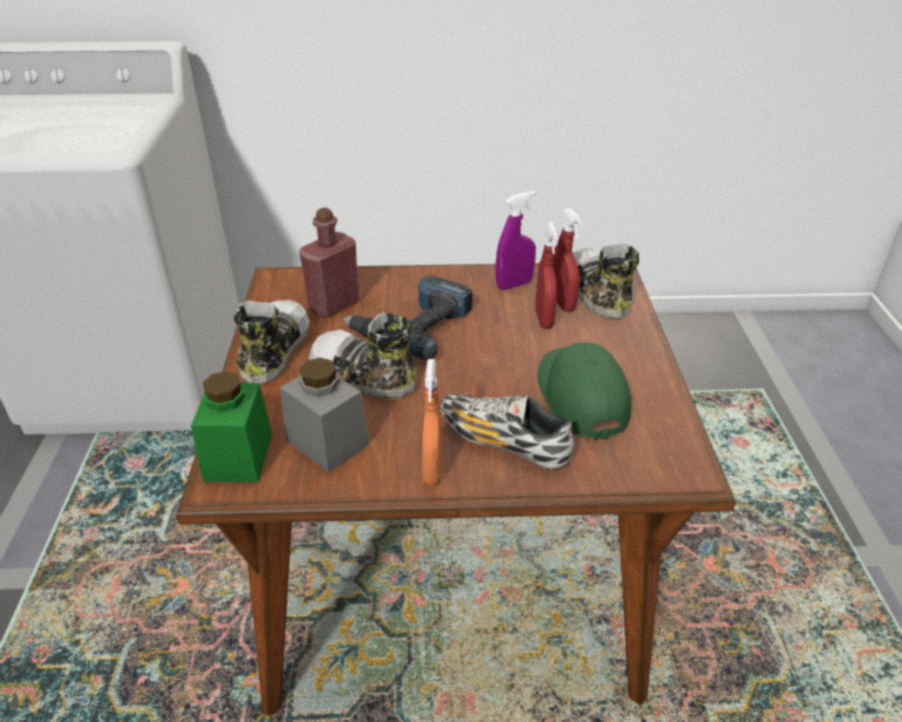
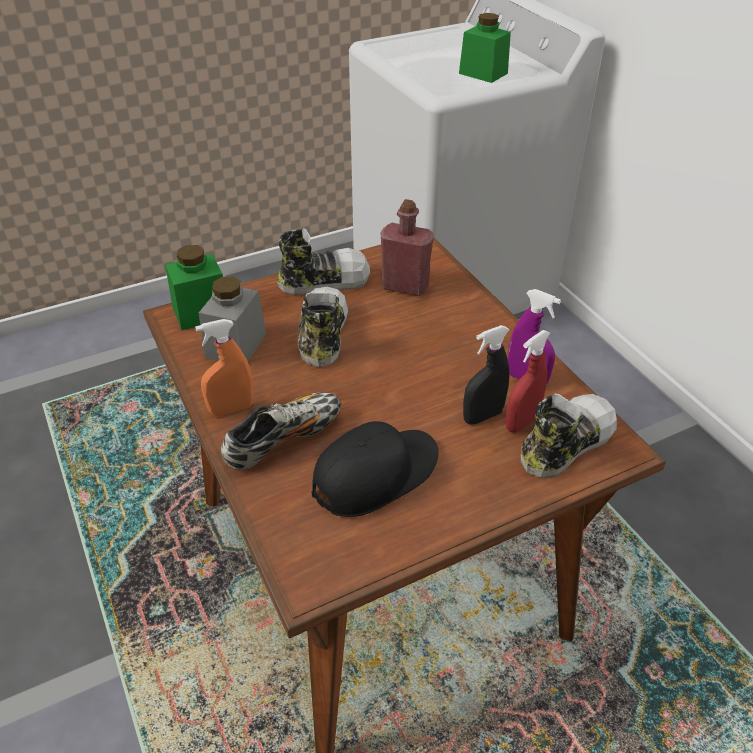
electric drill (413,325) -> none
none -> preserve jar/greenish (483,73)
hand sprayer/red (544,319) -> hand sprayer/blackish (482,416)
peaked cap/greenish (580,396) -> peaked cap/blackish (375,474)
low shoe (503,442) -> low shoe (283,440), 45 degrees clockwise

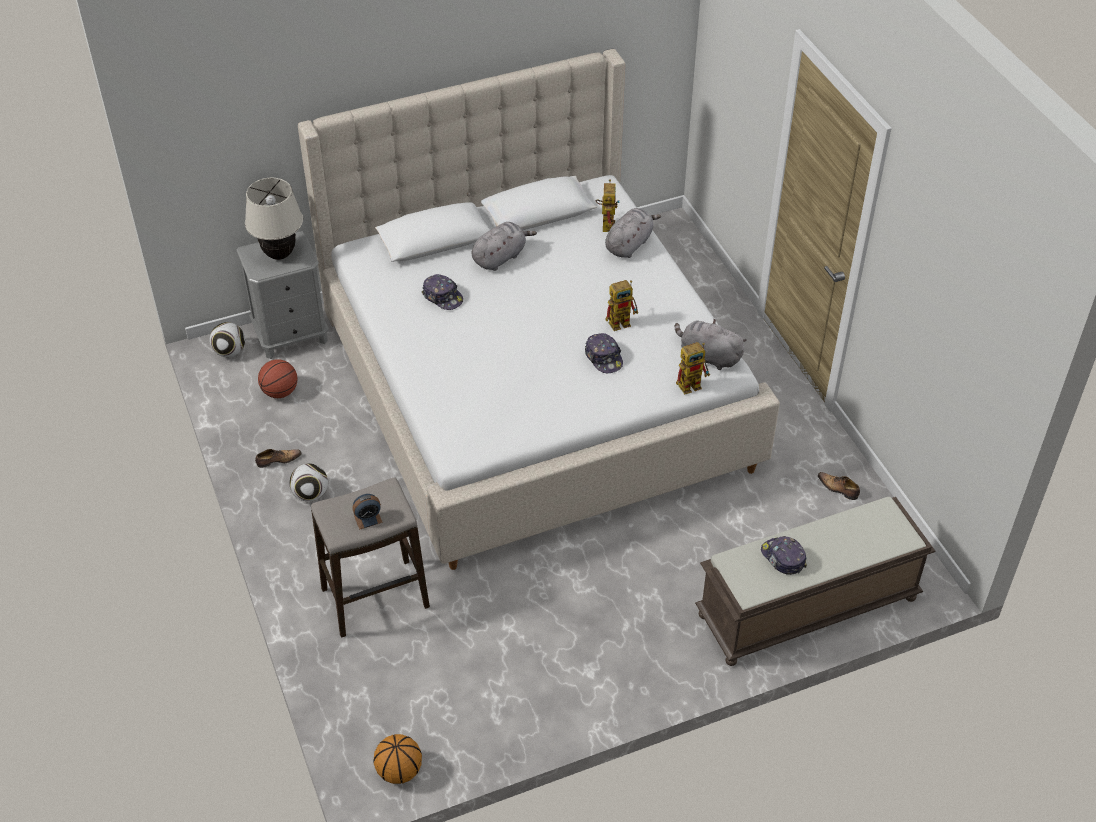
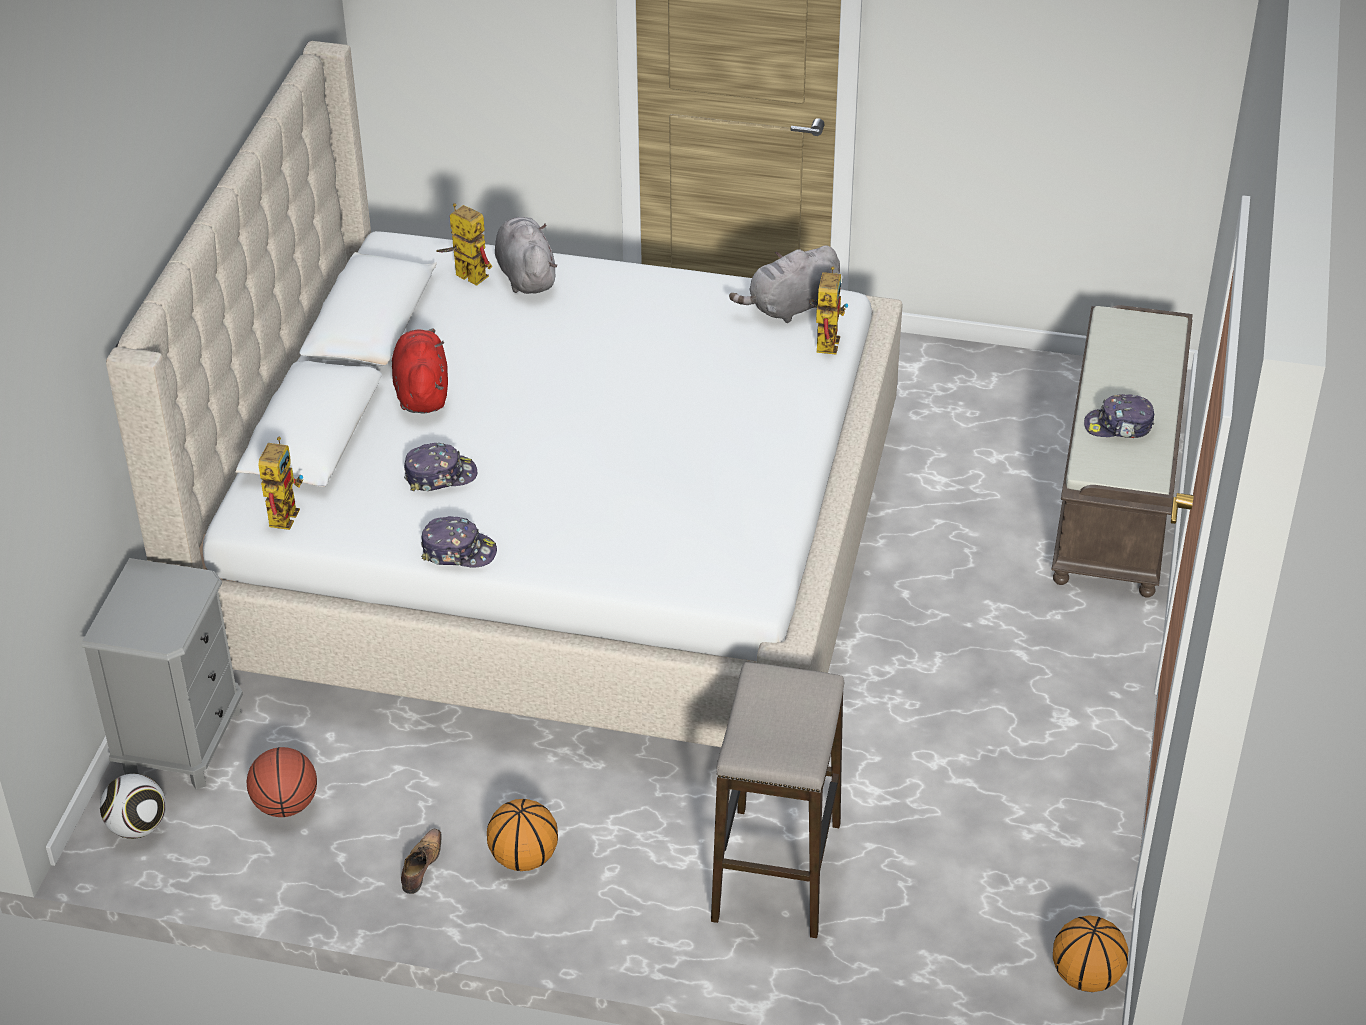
tabletop lamp/beige (279,255) -> none
table clock (368,519) -> none
low shoe (838,488) -> none
peaked cap (604,358) -> peaked cap (458,551), move
model robot (623,321) -> model robot (283,512), move
football (310,494) -> ball for basketball (523,858)
cuddly toy/greyish (500,257) -> cuddly toy/red (422,391)

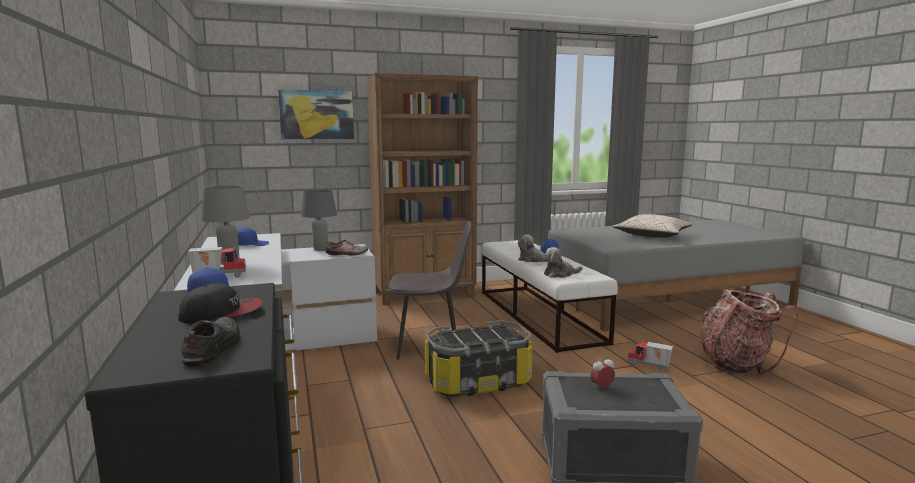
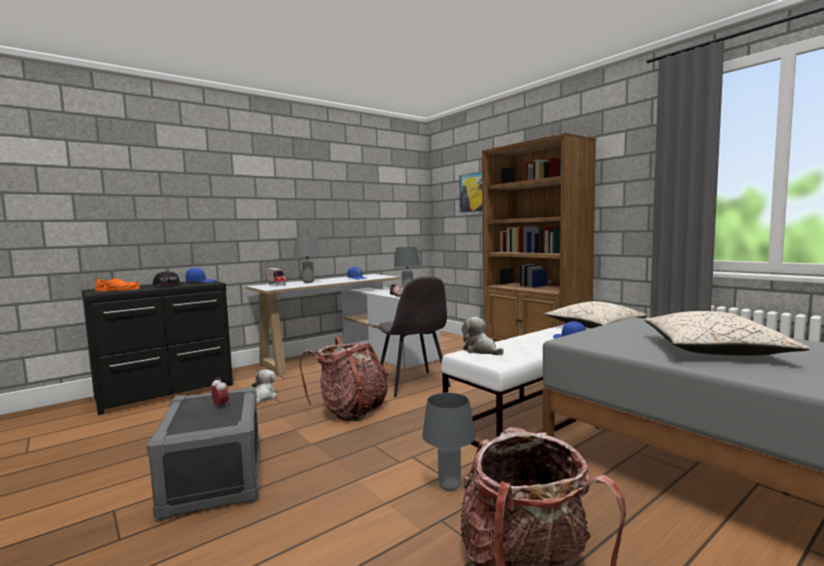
none -> throw pillow/beige (595,326)
cuddly toy (533,260) -> cuddly toy (263,397), move
storage bin (478,382) -> rucksack (350,410)
model truck (648,366) -> tabletop lamp/greyish (449,486)
low shoe/blackish (213,347) -> low shoe/orange-coloured (118,290)

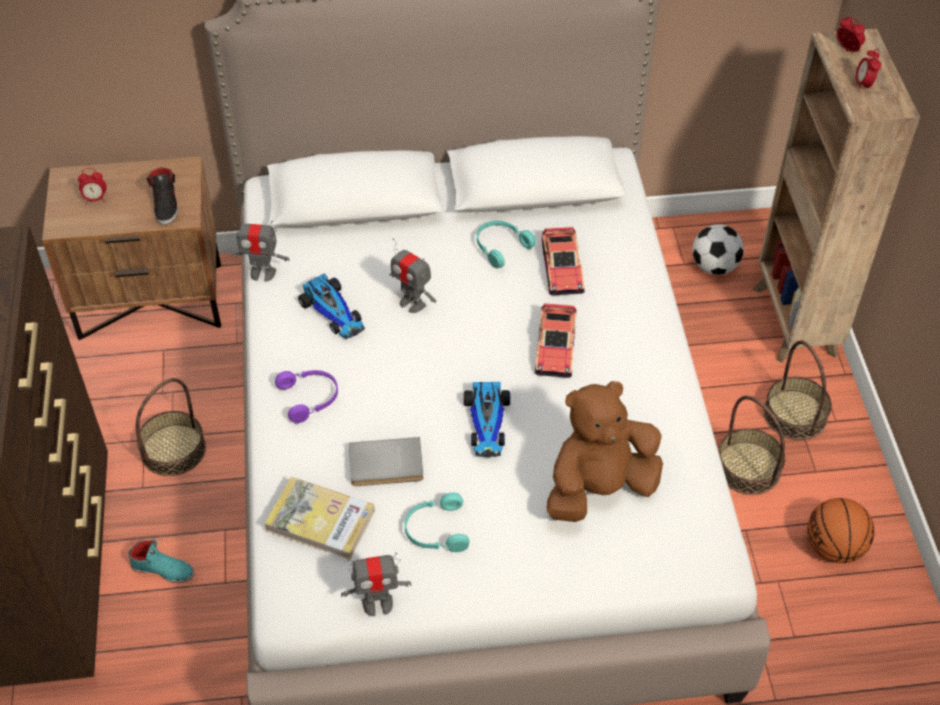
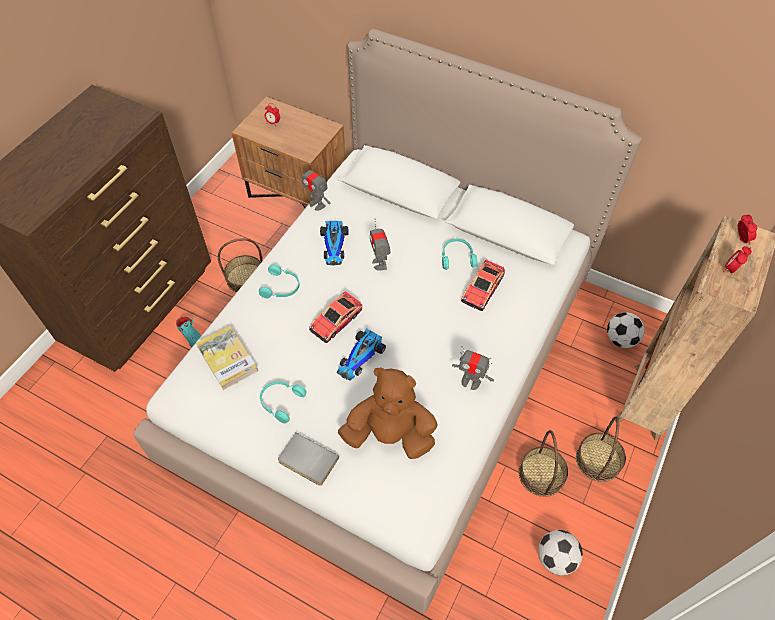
low shoe/blackish (166,204) -> none
model robot (377,604) -> model robot (470,381), move
volume/greyish (386,466) -> volume/greyish (307,461), move
model car (555,347) -> model car (335,321), move
ball for basketball (834,547) -> football (556,558)
headphones/purplish (310,398) -> headphones/blue-green (281,287)

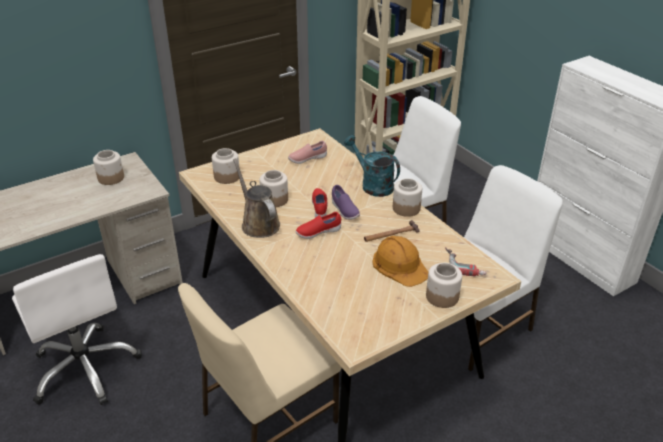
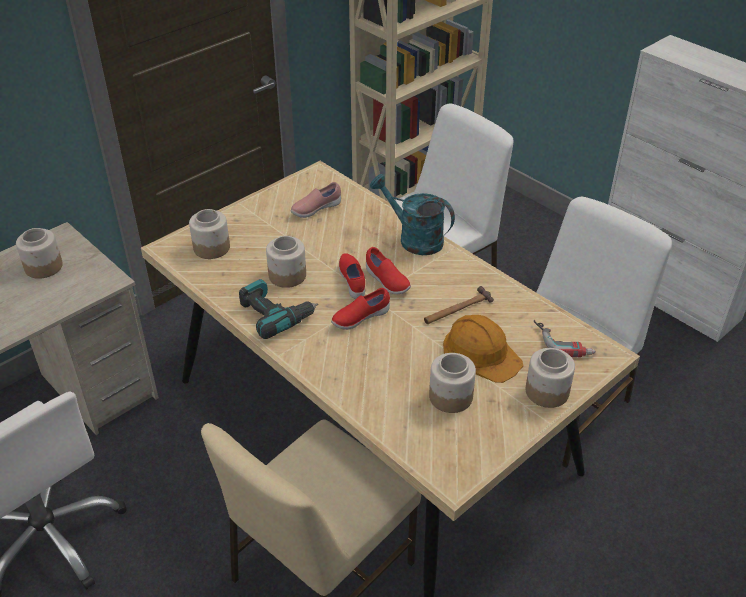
preserve jar (406,208) -> preserve jar (450,396), move
watering can/brown (258,223) -> electric drill (275,314)
low shoe/purplish (344,211) -> low shoe/red (386,281)

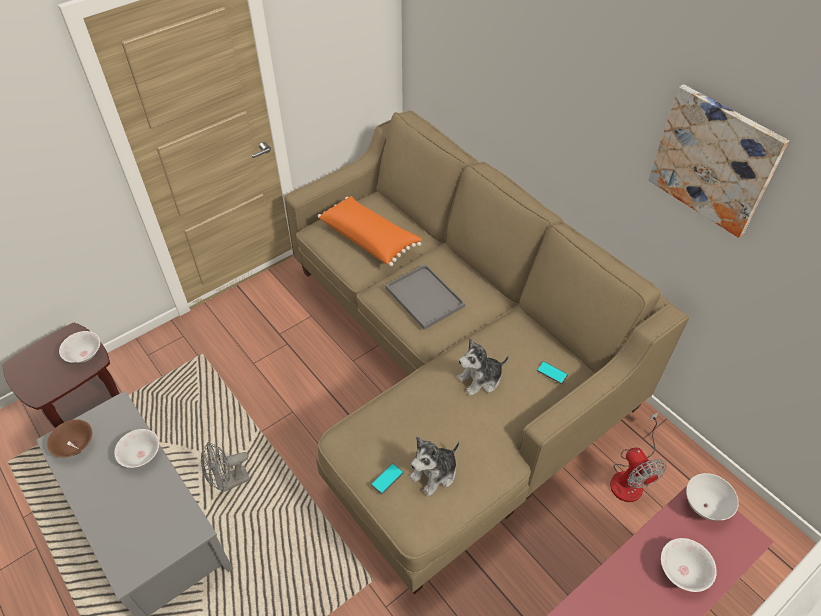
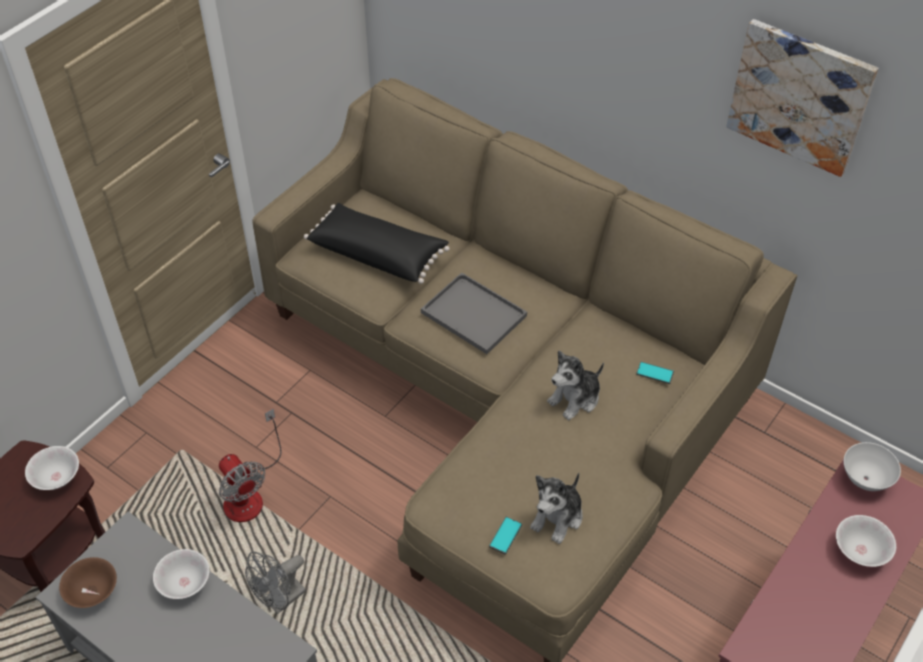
cooling fan (630,477) -> cooling fan (249,493), move
throw pillow/orange-coloured (370,238) -> throw pillow/blackish (378,253)

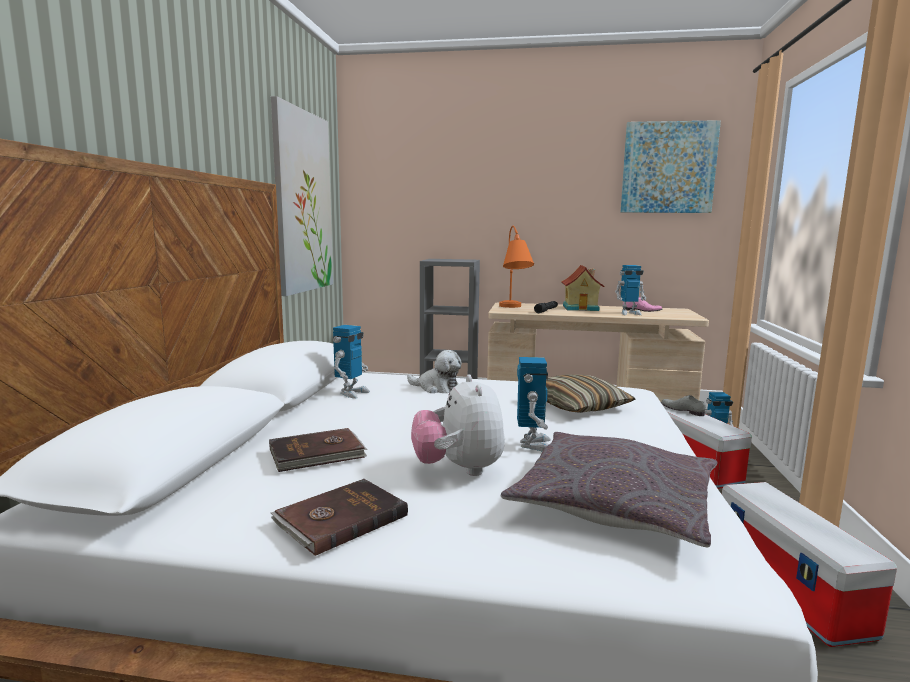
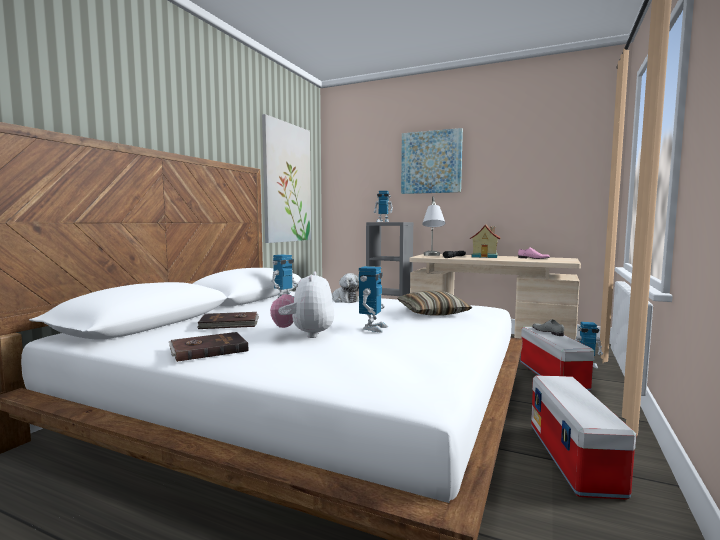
throw pillow/greyish (614,503) -> none
model robot (629,313) -> model robot (383,222), move
picture (668,168) -> picture (431,162), move
tabletop lamp/orange-coloured (513,308) -> tabletop lamp/greyish (432,256)

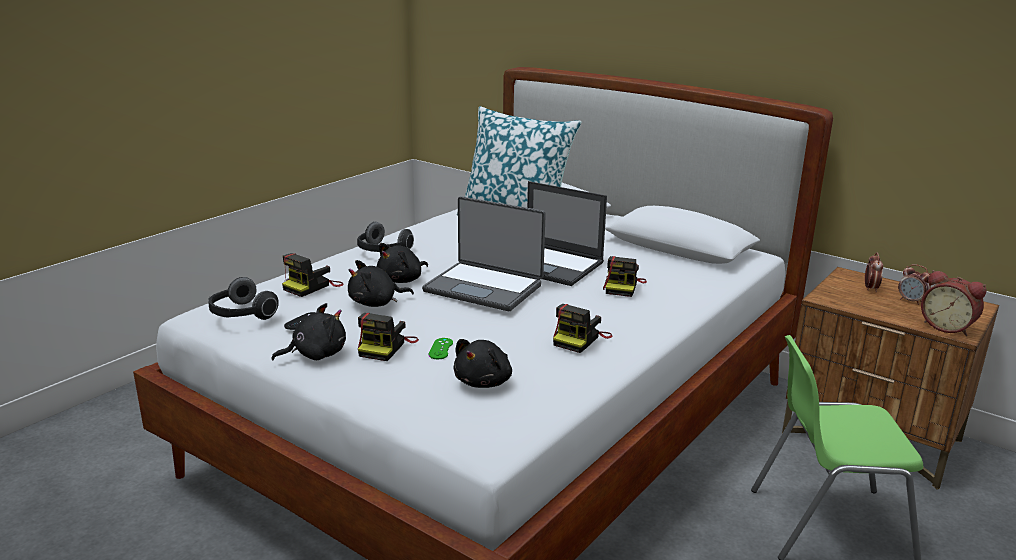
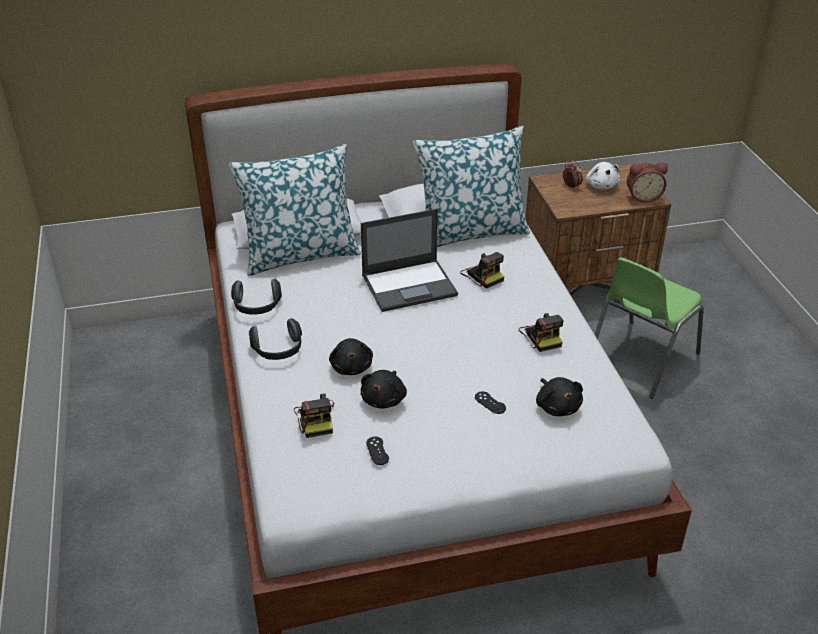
cuddly toy/blackish (316,354) -> none
still camera (386,347) -> none
laptop (484,287) -> none
none -> throw pillow (470,232)
headphones (241,315) -> headphones (257,307), move
table clock (911,301) -> cuddly toy/white-coloured (601,185)
joypad/greenish (441,349) -> joypad/blackish (490,403)

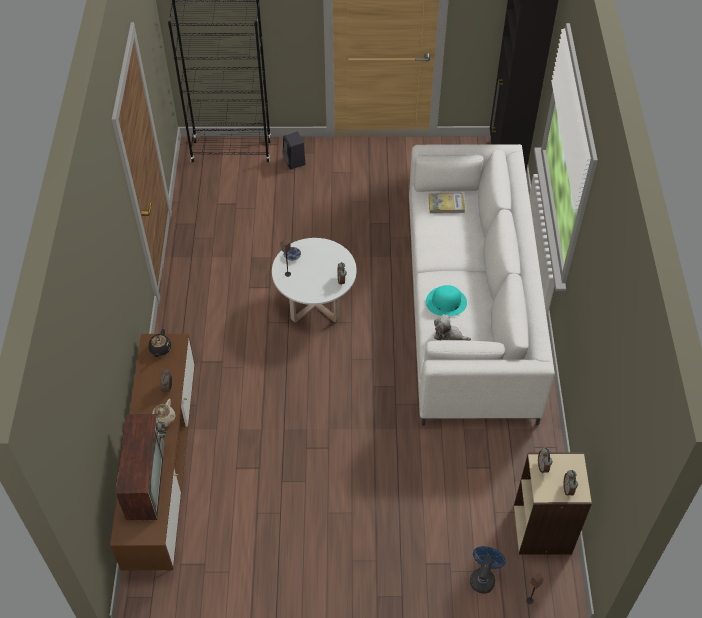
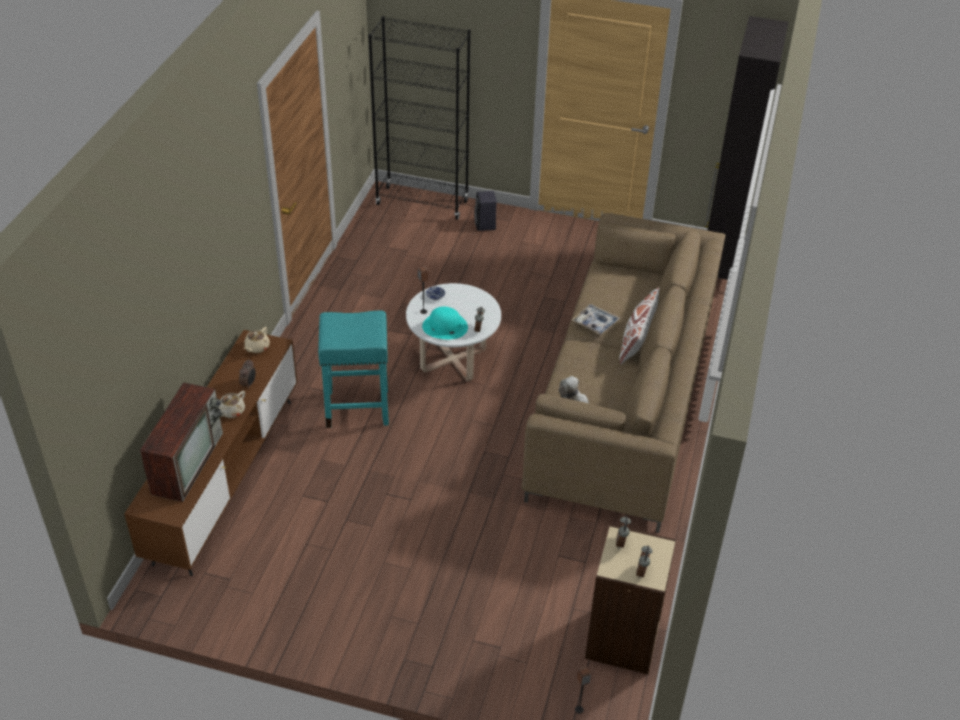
volume (446,204) -> none
cooling fan/bluish (483,577) -> none
none -> stool/blue-green (359,408)
none -> serving tray (595,323)
none -> throw pillow/white-coloured (637,339)
wearable hat/blue-green (446,302) -> wearable hat/blue-green (444,326), move
pot for tea/blackish (160,349) -> pot for tea/beige (257,347)
settee/white-coloured (469,306) -> settee/brown (623,397)

